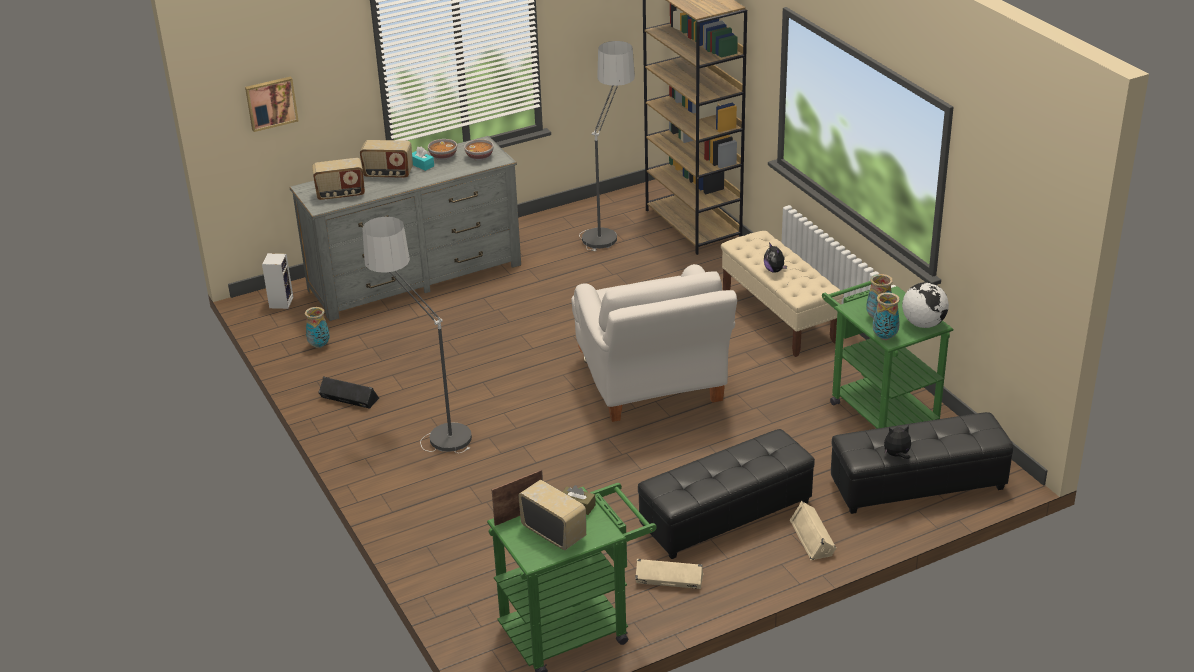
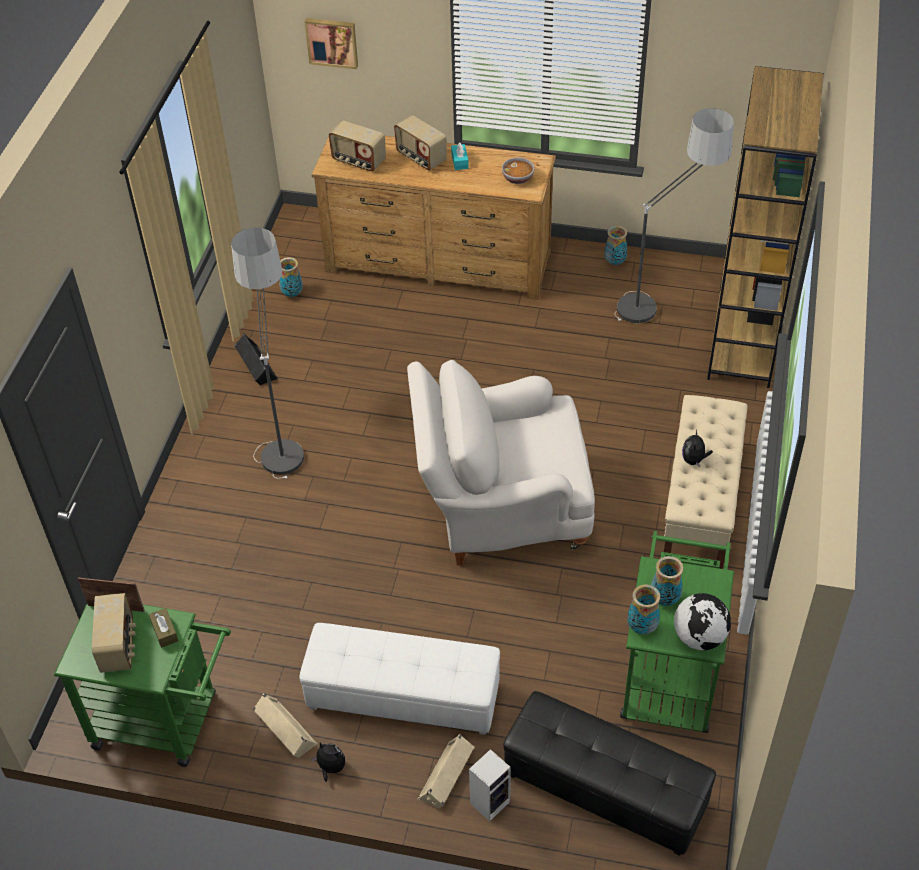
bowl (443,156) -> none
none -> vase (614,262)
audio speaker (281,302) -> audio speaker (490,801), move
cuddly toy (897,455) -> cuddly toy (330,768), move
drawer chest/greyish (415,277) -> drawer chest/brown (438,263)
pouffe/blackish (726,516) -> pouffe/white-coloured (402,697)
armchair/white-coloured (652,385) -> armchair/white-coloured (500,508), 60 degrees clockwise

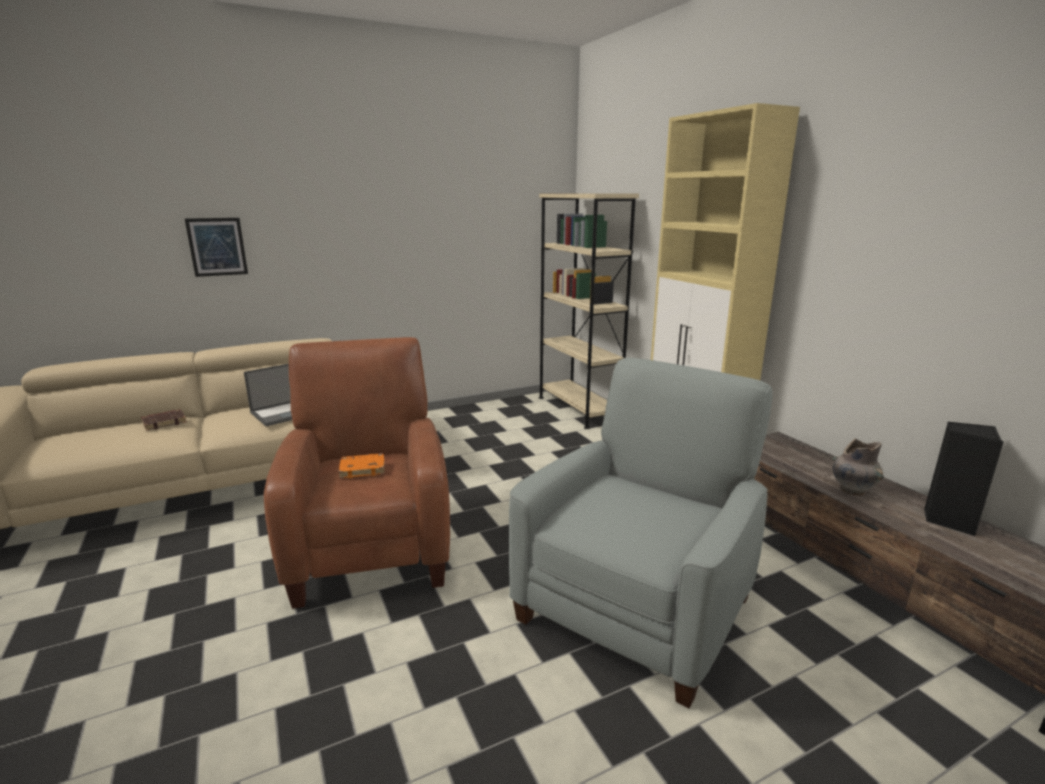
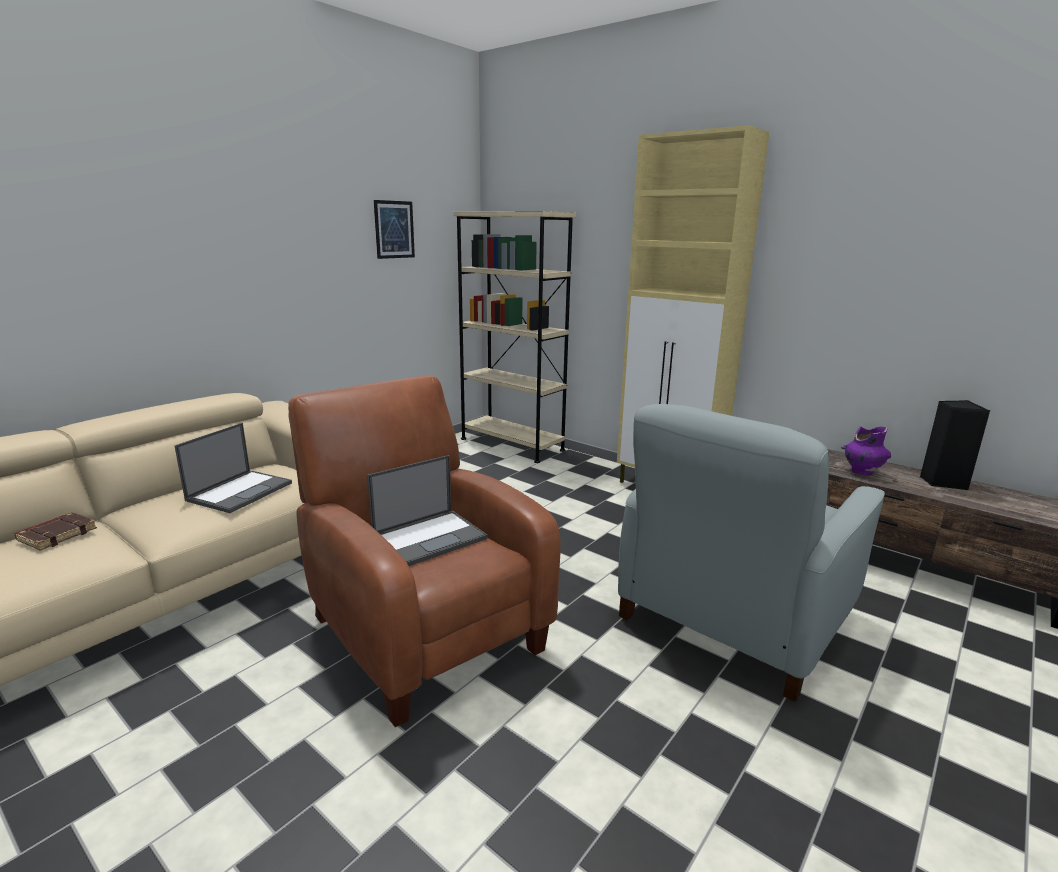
picture (217,247) -> picture (394,229), move
volume/orange-coloured (363,469) -> laptop (430,537)
vase/greyish (852,490) -> vase/purplish (861,472)
armchair/greyish (637,606) -> armchair/greyish (733,616), 150 degrees counterclockwise

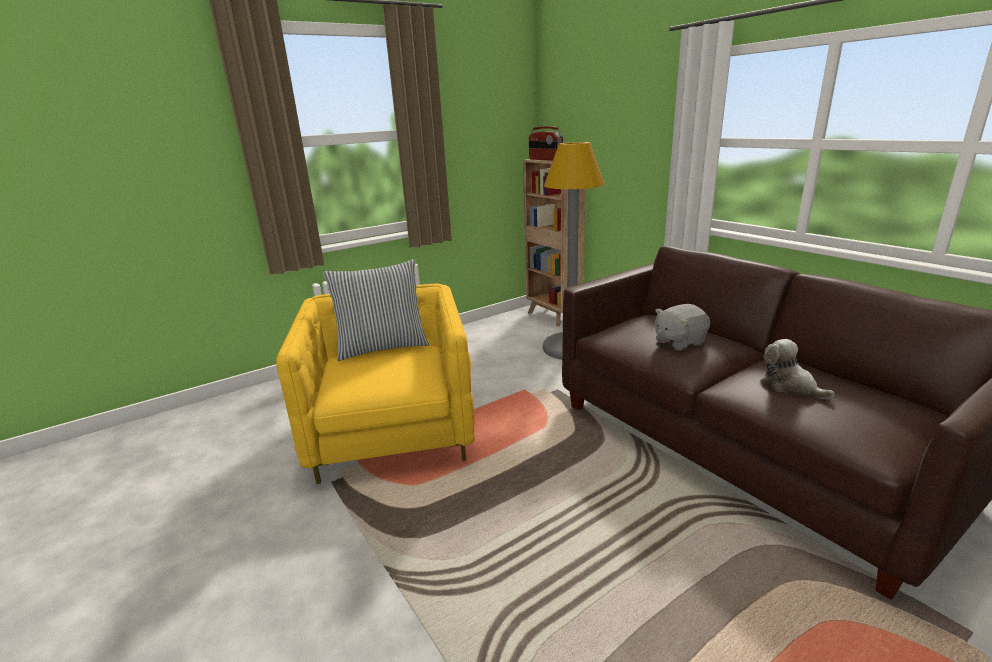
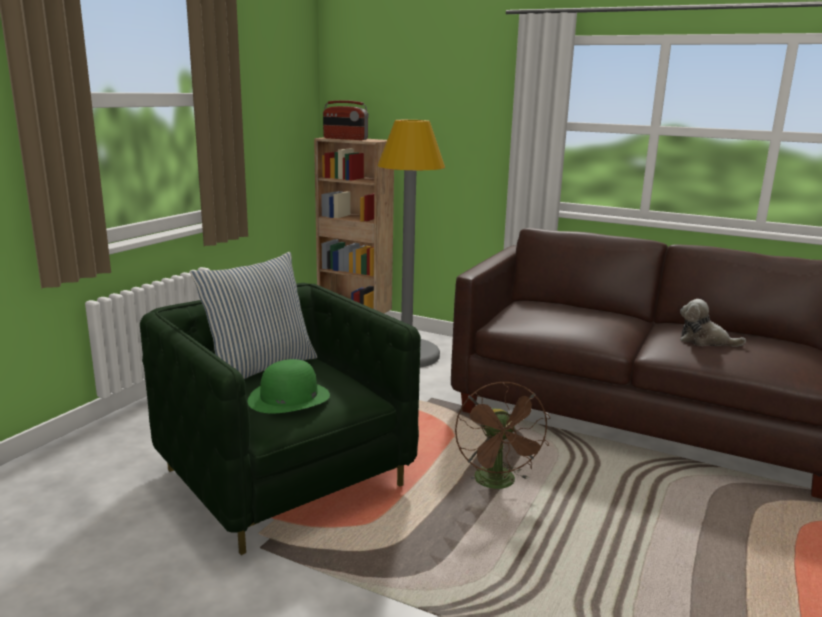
cuddly toy/greyish (679,342) -> none
none -> wearable hat/greenish (289,397)
none -> cooling fan/brown (498,484)
armchair/yellowish (393,433) -> armchair/greenish (284,478)

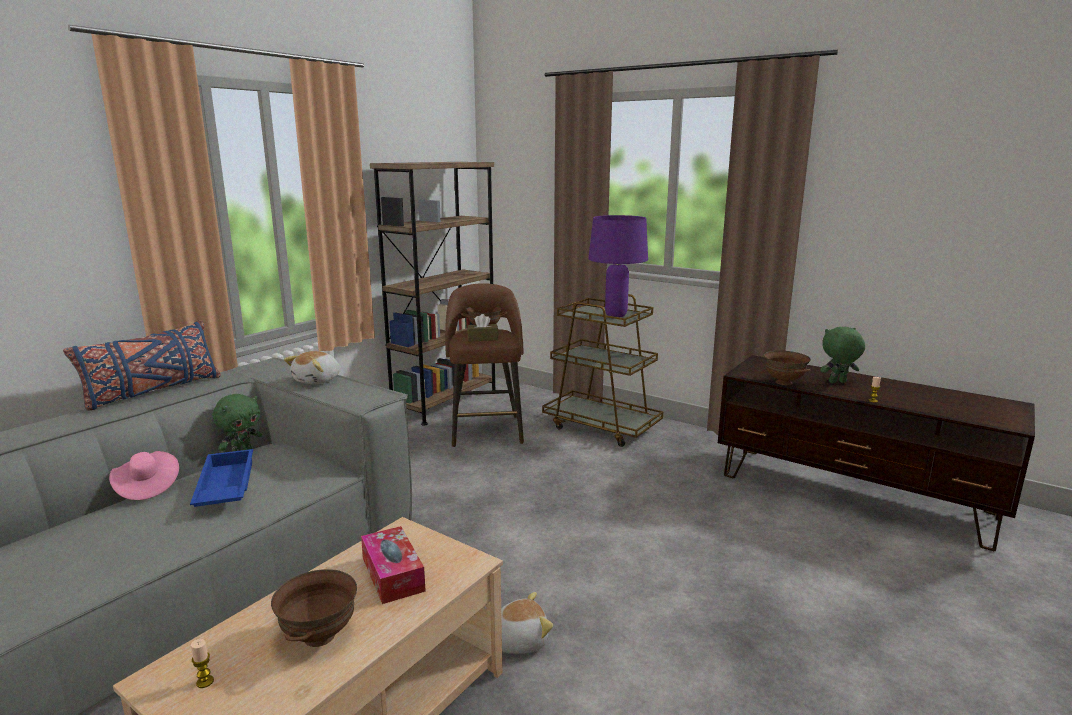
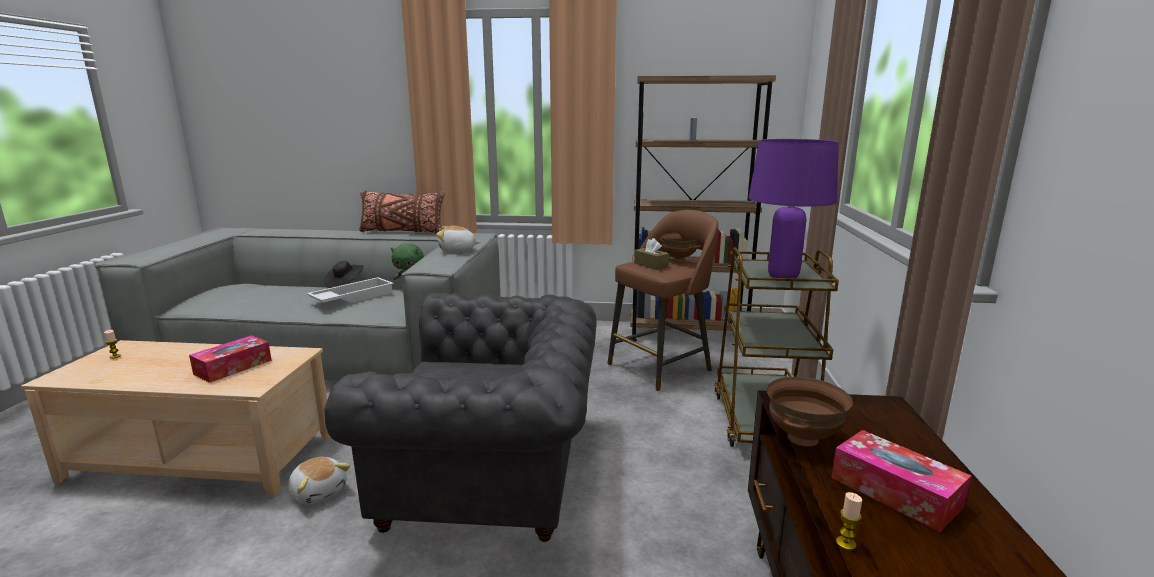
bowl/brown (320,636) -> none
none -> armchair/greyish (495,475)
cuddly toy/greenish (837,382) -> box of tissues (895,492)
throw pillow/bluish (153,391) -> throw pillow/brown (402,232)
wearable hat/pink-coloured (147,487) -> wearable hat/blackish (344,284)
serving tray/bluish (224,487) -> serving tray/white-coloured (352,297)

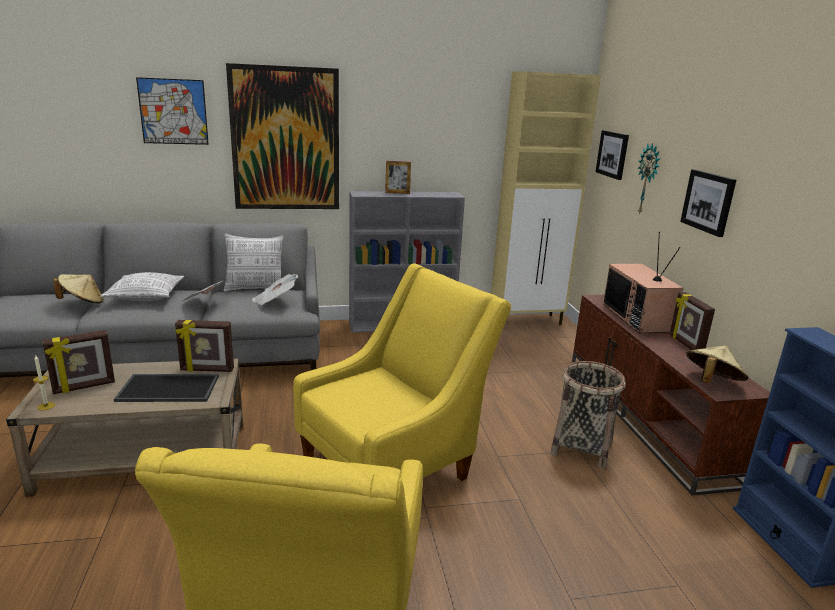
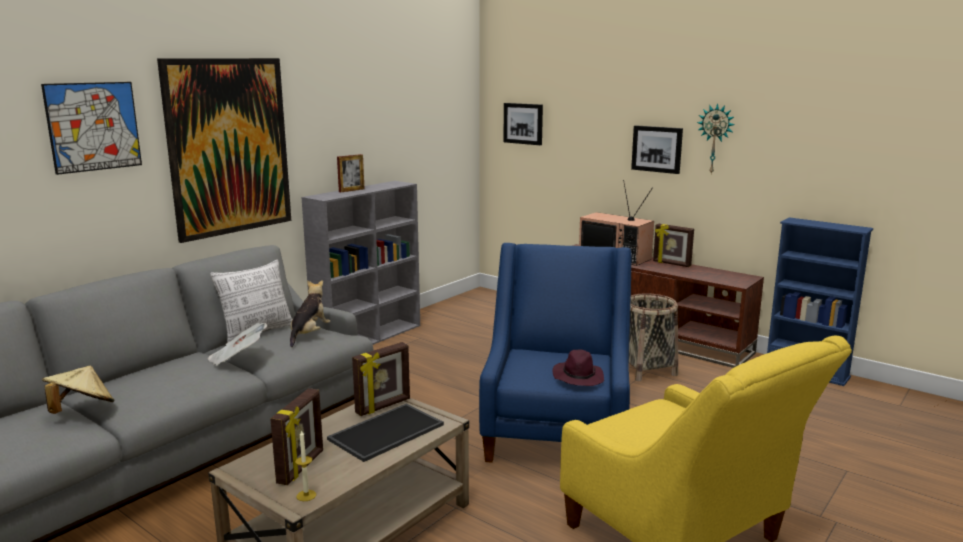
throw pillow (146,296) -> none
storage cabinet/beige (527,321) -> none
wearable hat/beige (711,382) -> none
none -> wearable hat/purplish (578,377)
clock on the wall (648,179) -> clock on the wall (715,139), move
daily paper (275,301) -> cuddly toy (309,334)
armchair/yellowish (394,462) -> armchair/bluish (556,432)

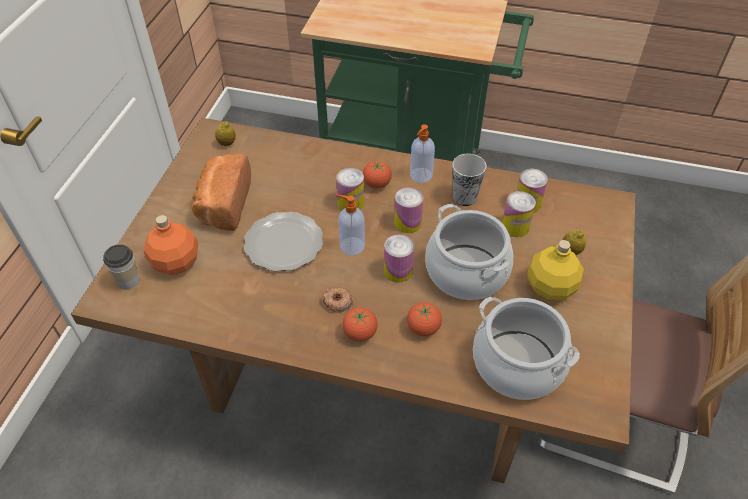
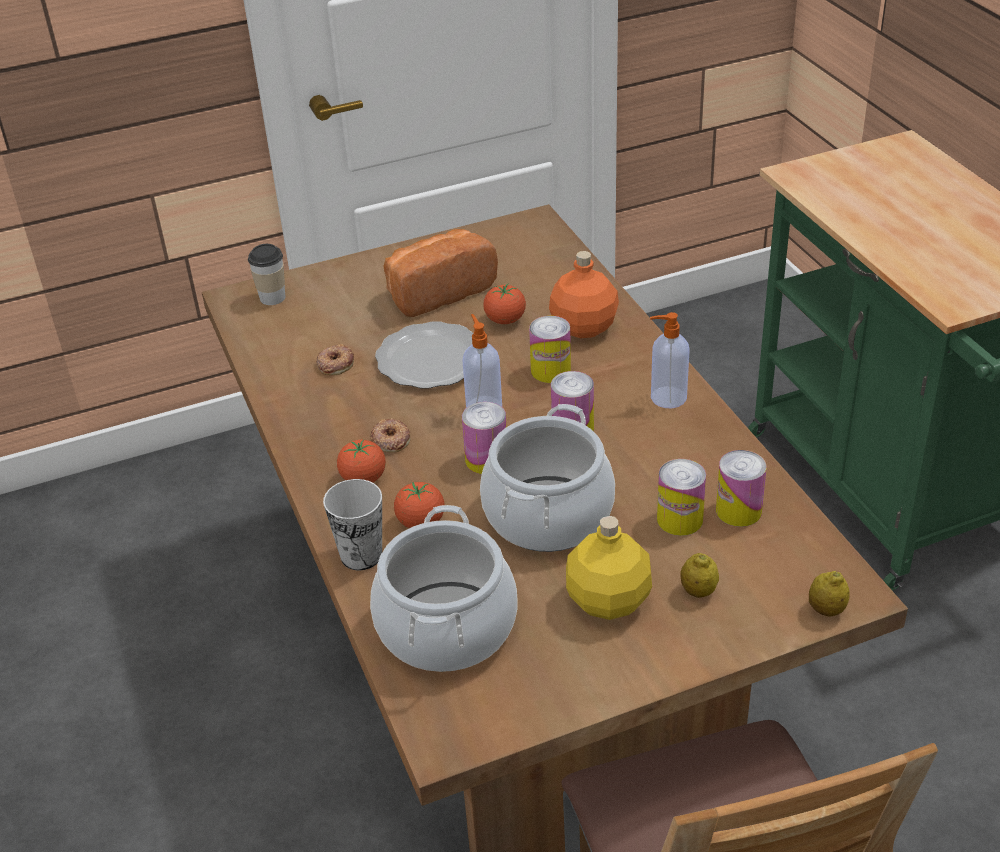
none -> ring doughnut (335,364)
drink bottle/orange-coloured (176,262) -> drink bottle/orange-coloured (585,327), move
whole lemon (227,143) -> whole lemon (826,610), move
tomato (377,184) -> tomato (505,320), move
drinking cup (464,197) -> drinking cup (361,555), move

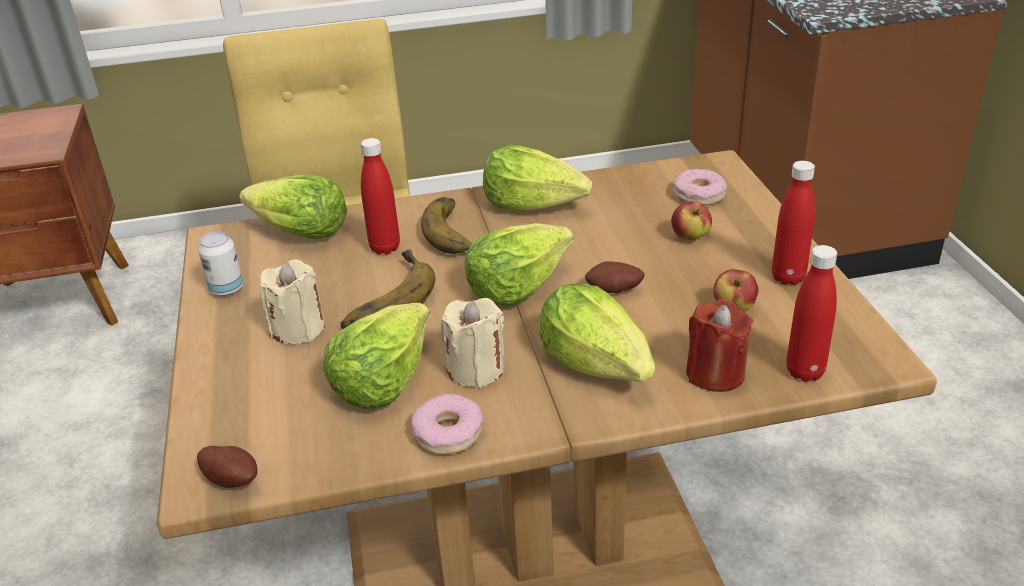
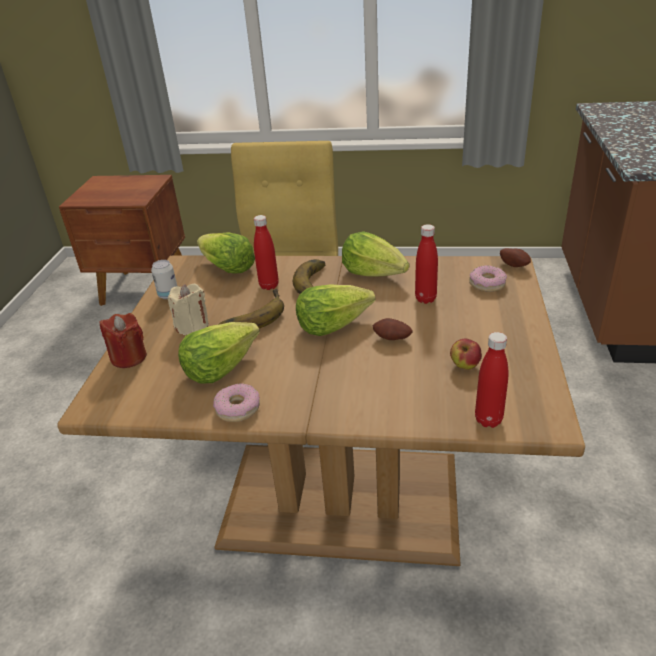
wax candle/beige (476,369) -> none
lettuce head (597,363) -> none
apple (690,237) -> none
potato (232,479) -> potato (514,265), move
wax candle/red (715,373) -> wax candle/red (129,357), move
drink bottle/red (788,277) -> drink bottle/red (425,299), move

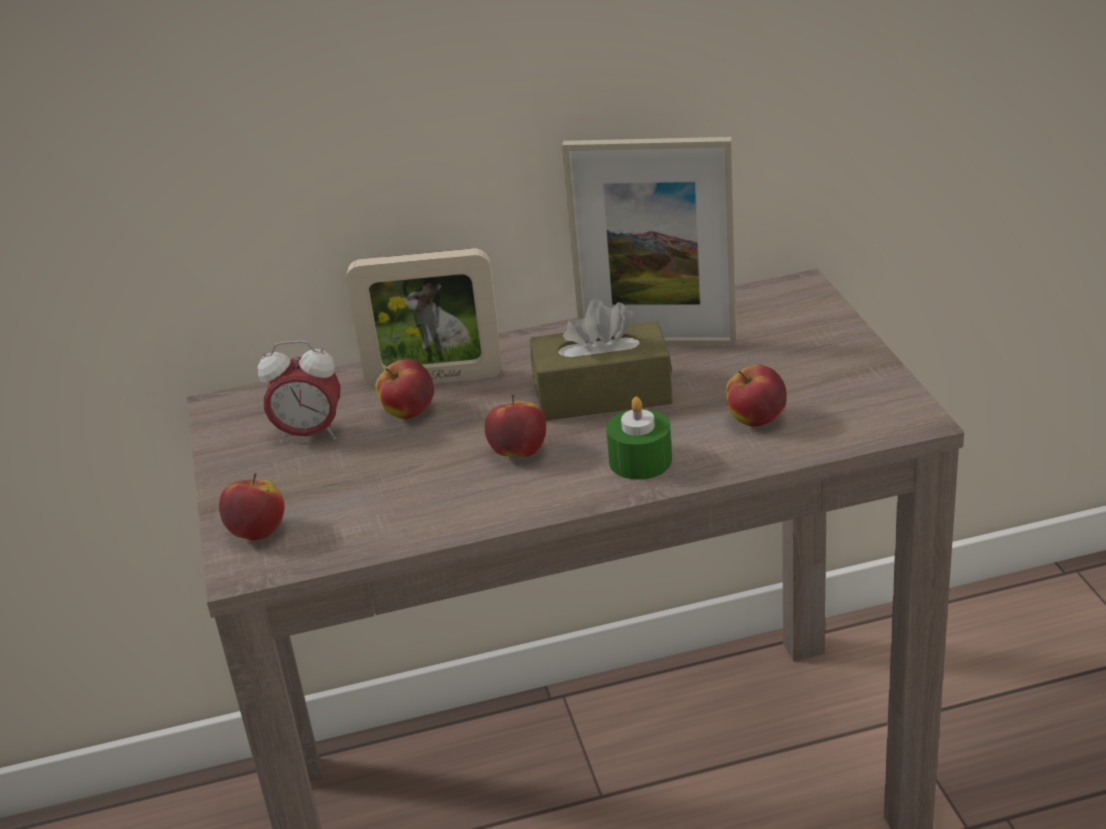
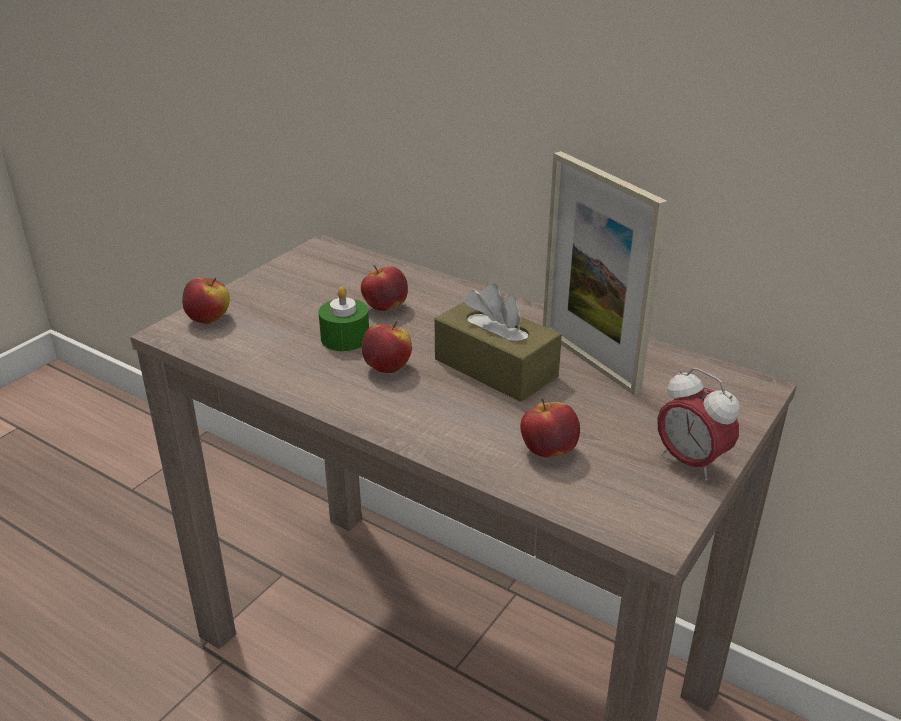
photo frame (435,379) -> none
table clock (309,434) -> table clock (690,462), move
wax candle/greenish (640,461) -> wax candle/greenish (345,338), move

